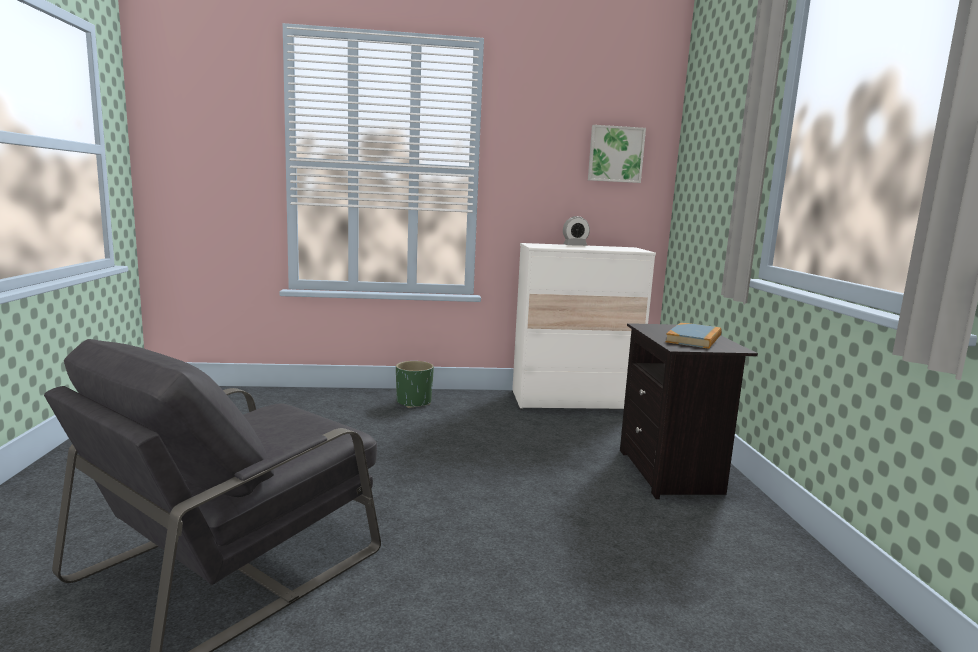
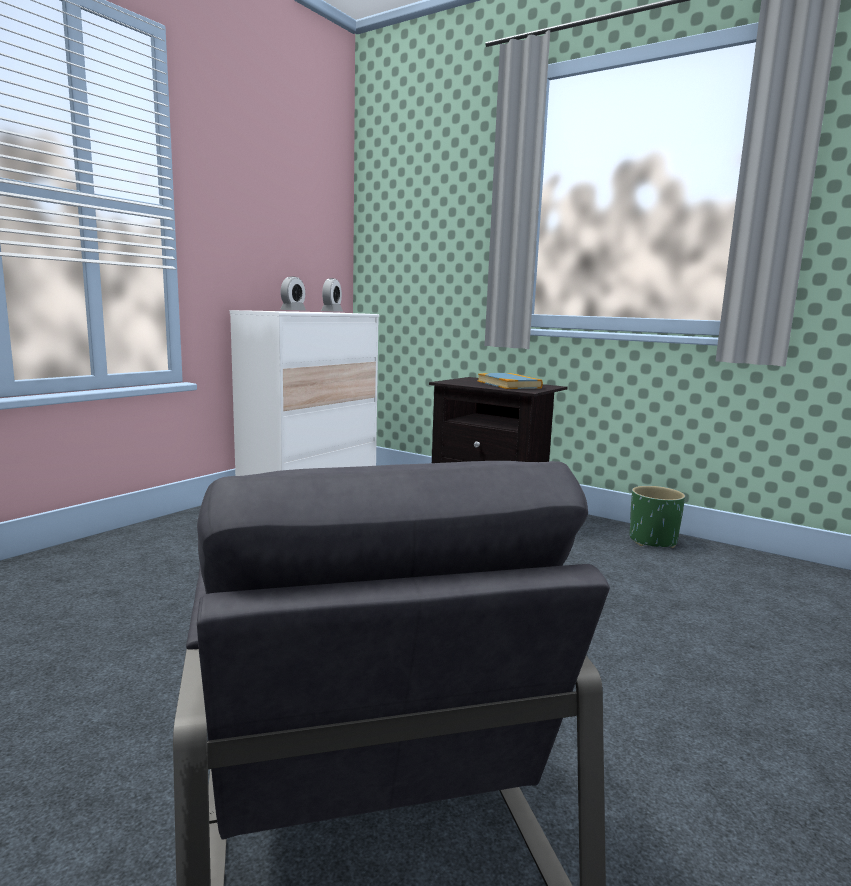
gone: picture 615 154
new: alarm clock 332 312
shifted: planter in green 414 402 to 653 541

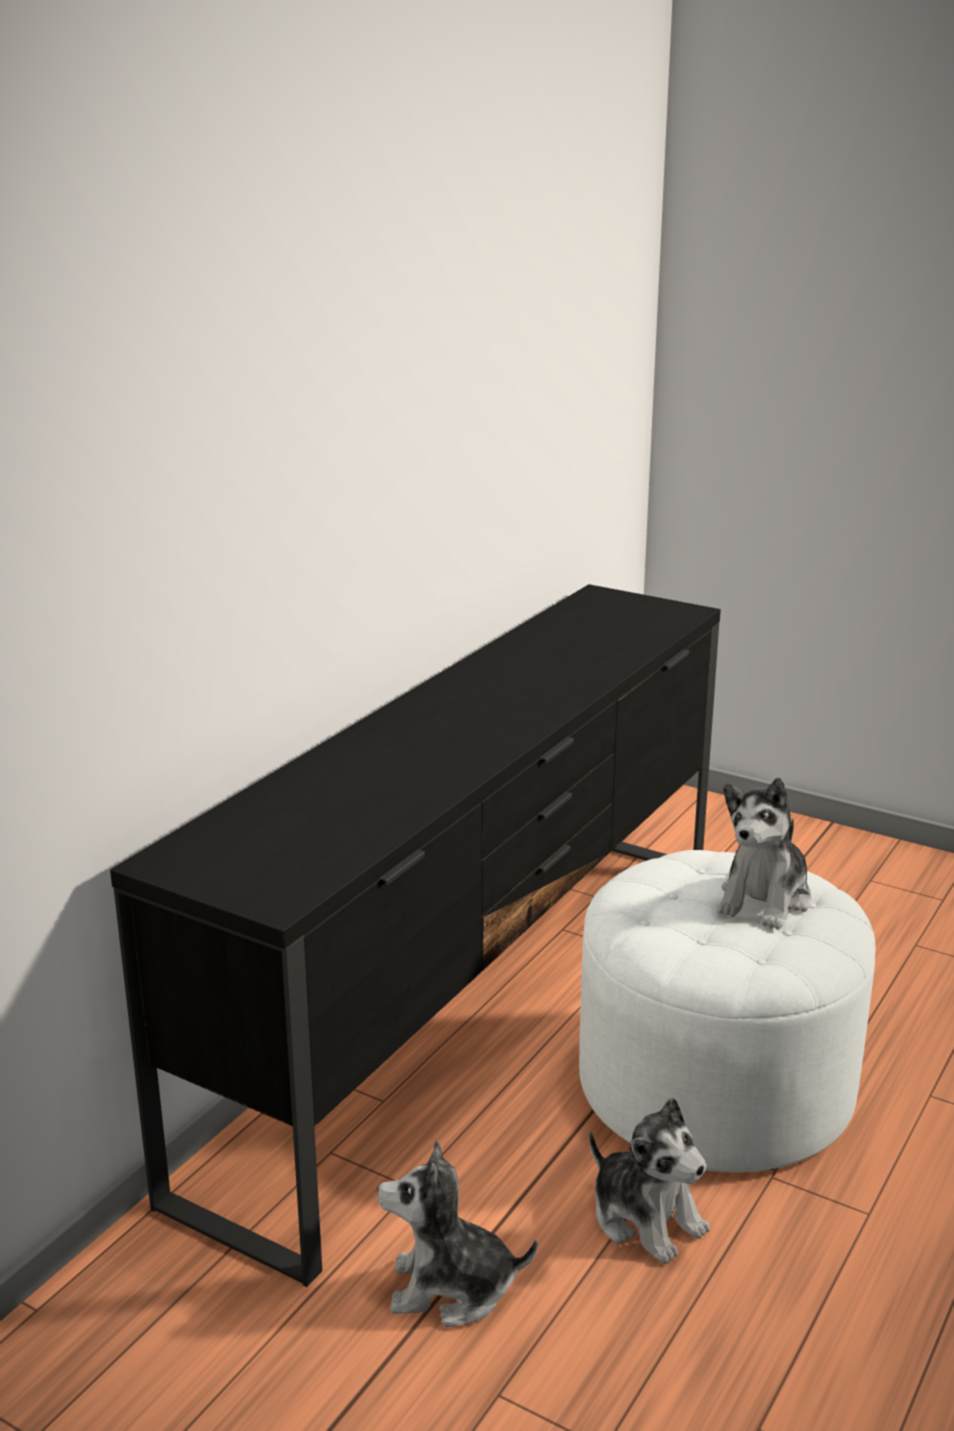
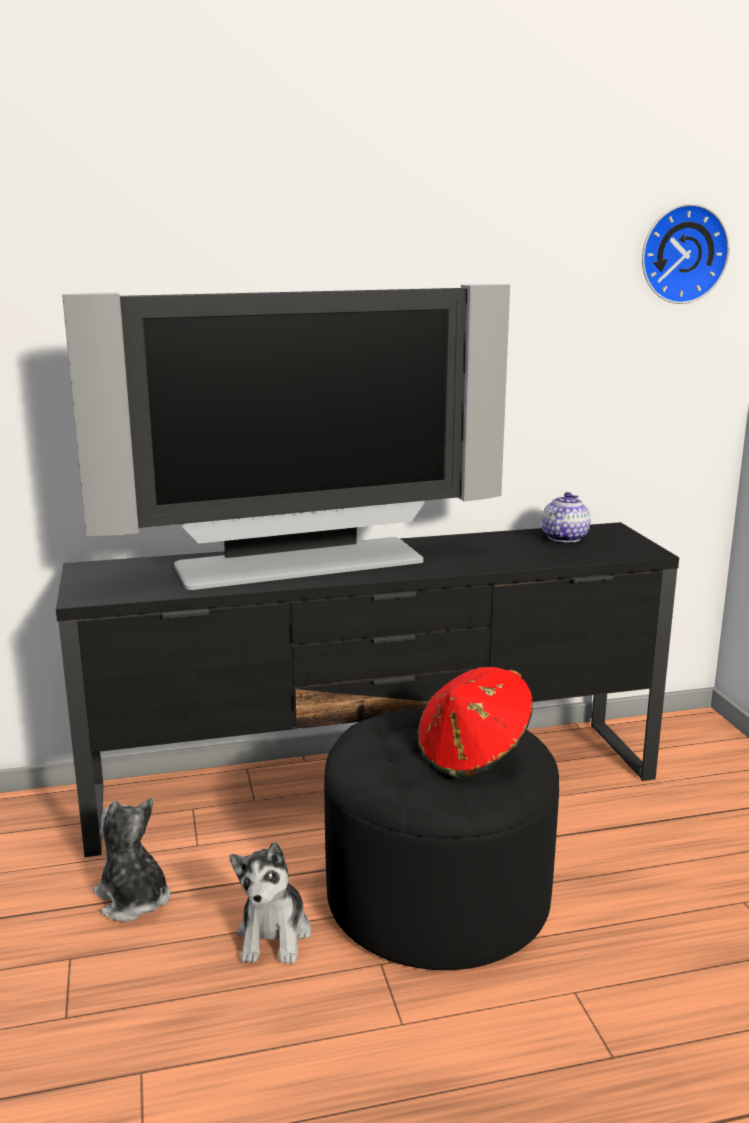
new: television 302 565; teapot 564 537; wall clock 681 254
swapped: plush toy 765 899 to hat in red 473 755
repainted: ottoman in white 715 1085 to ottoman in black 438 897

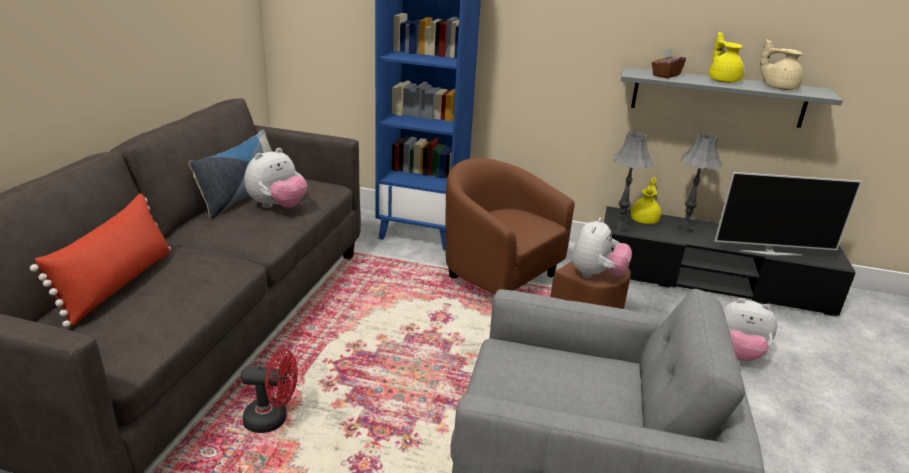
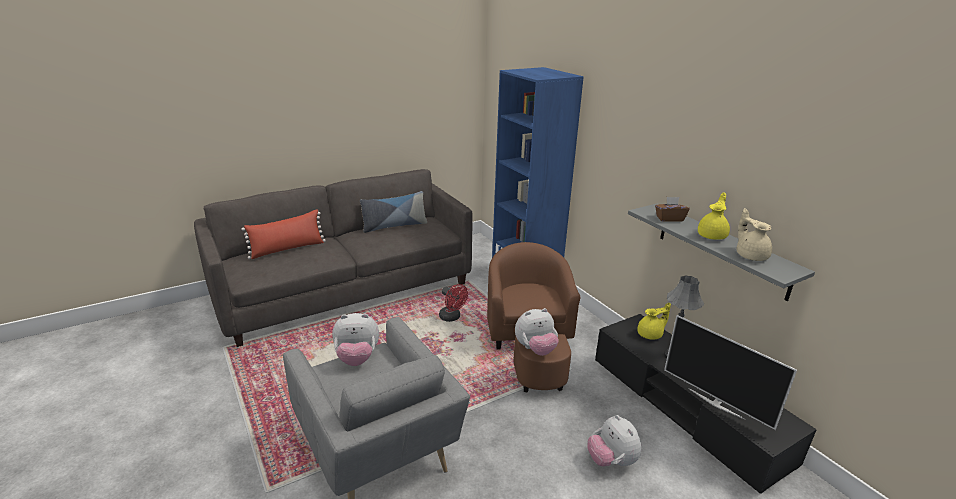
gone: table lamp in grey 619 229
shifted: fan in red 273 419 to 452 317; plush toy 277 207 to 357 358

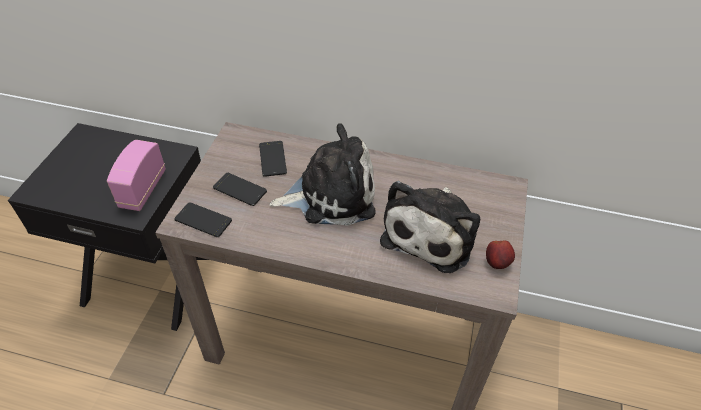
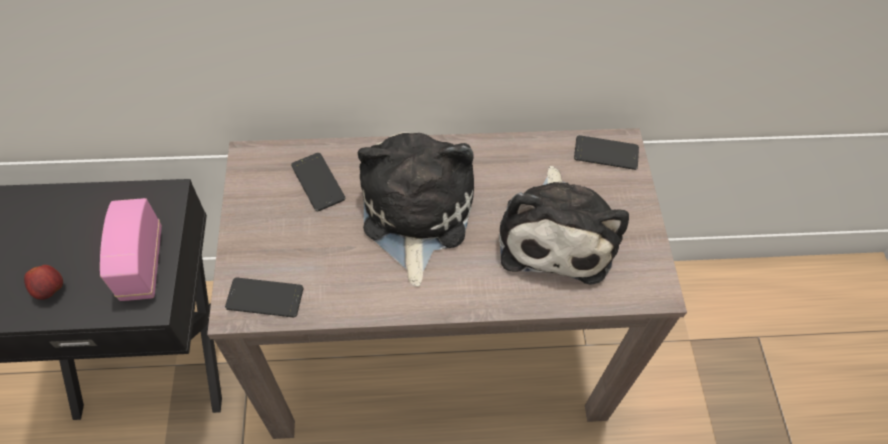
shifted: phone 240 189 to 606 153; apple 497 263 to 51 290
rotated: plush toy 331 194 = 414 214 60 degrees counterclockwise

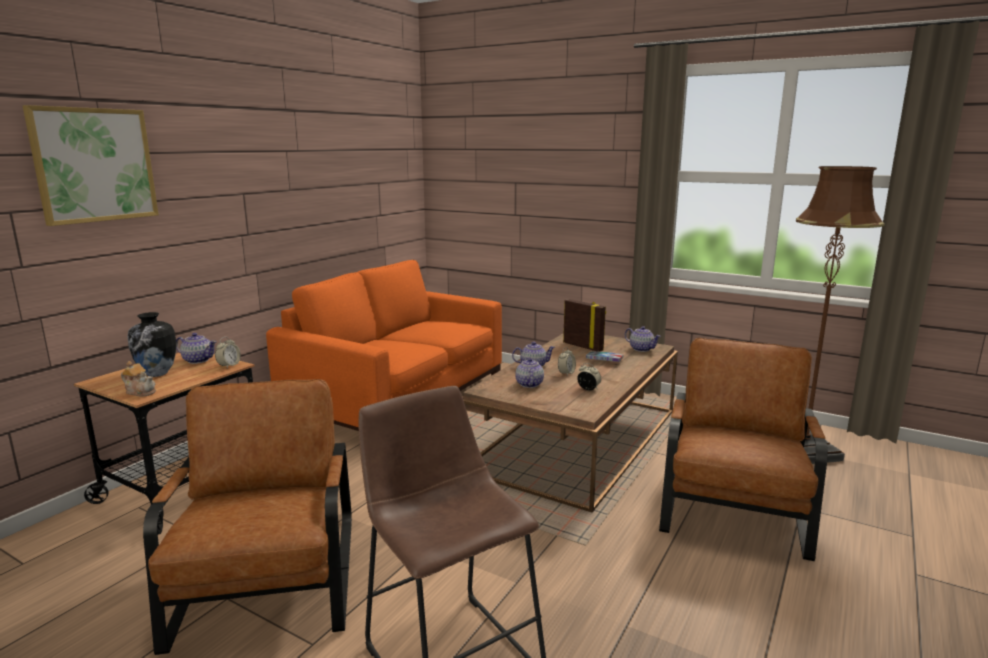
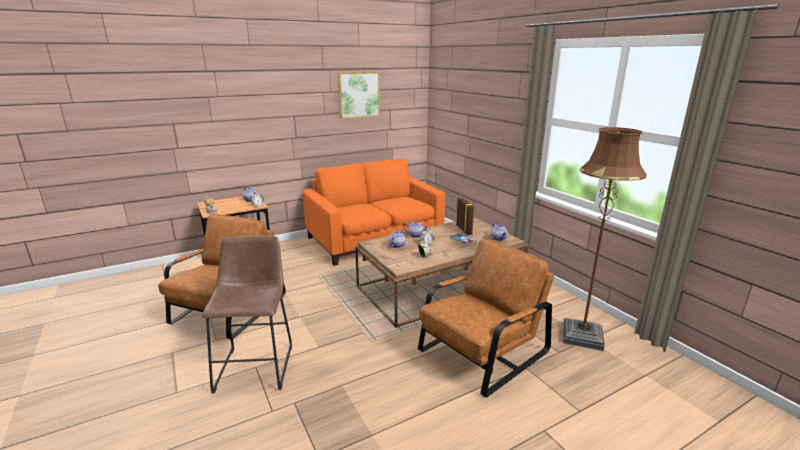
gone: vase 157 374
shifted: picture 94 165 to 359 94

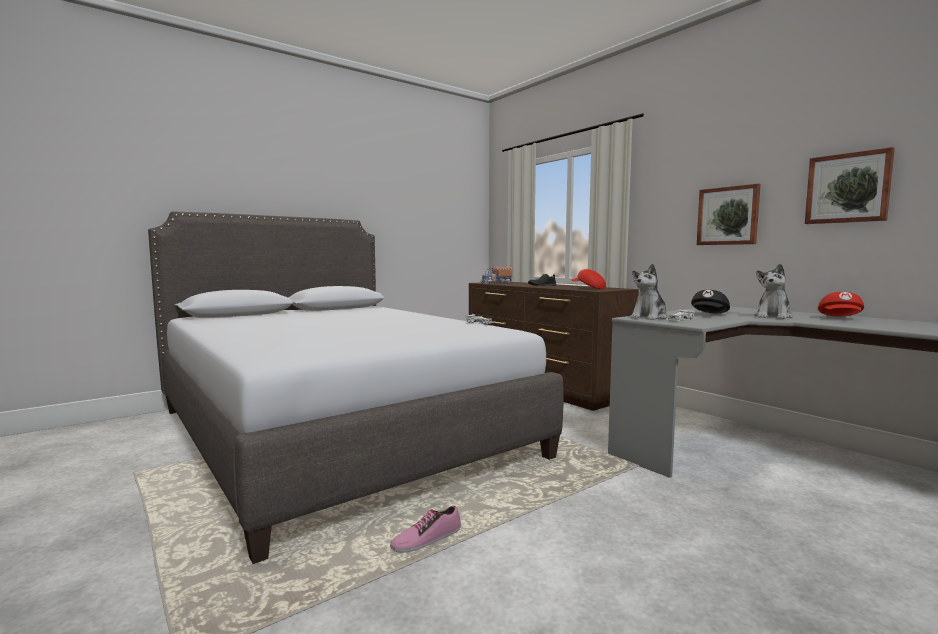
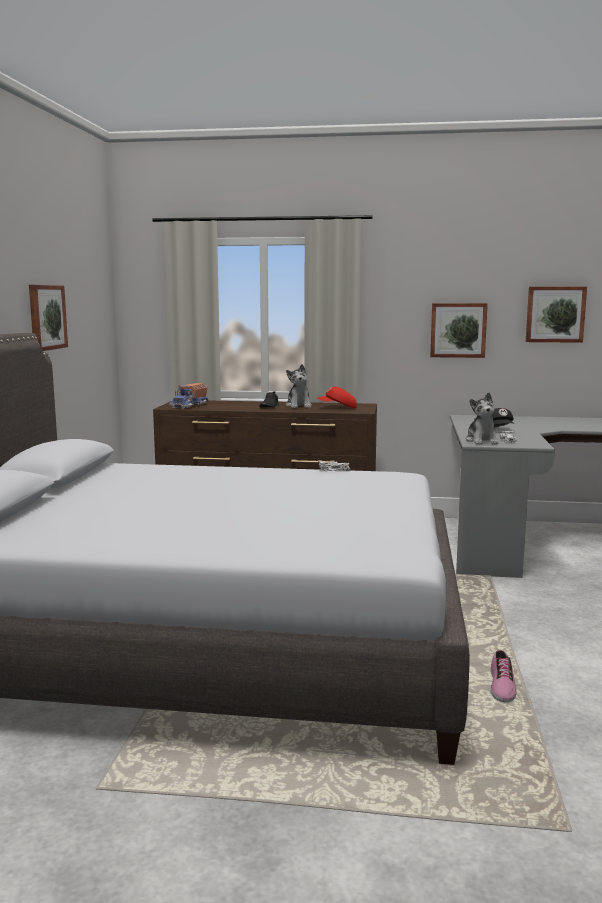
gone: cap in red 841 318
new: picture 46 317
shifted: plush toy 773 316 to 299 406

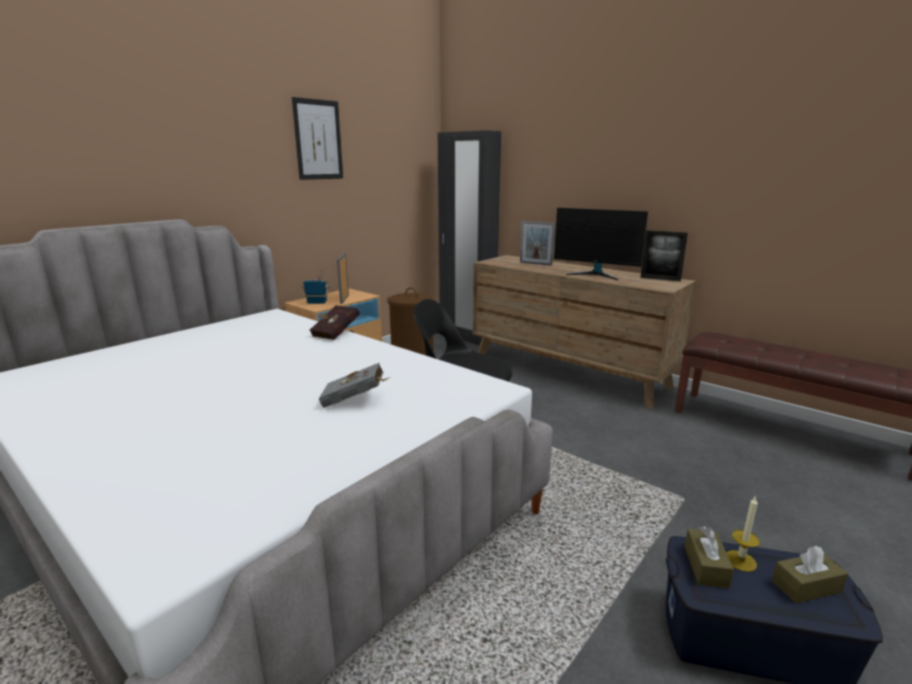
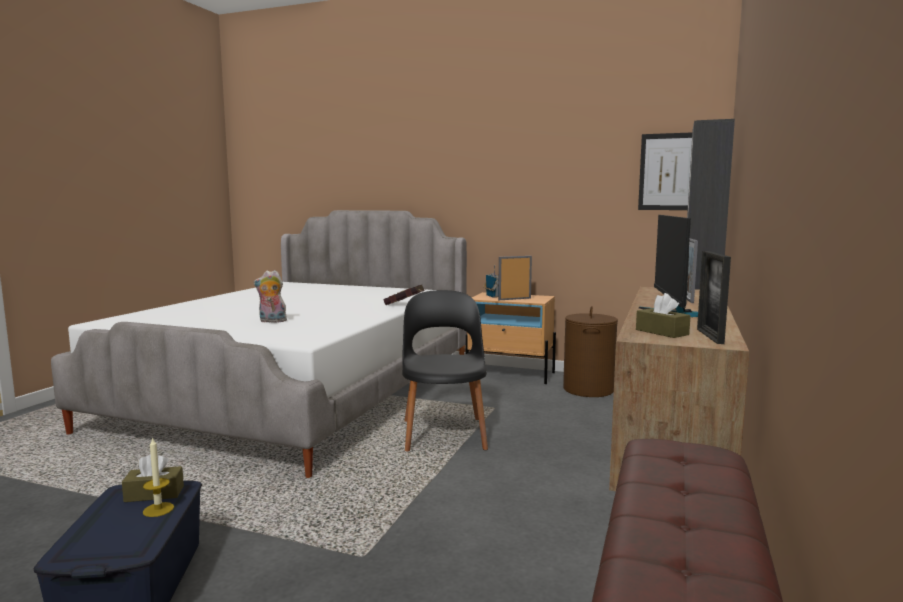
shifted: picture 318 140 to 667 172; tissue box in brown 806 586 to 661 332
swapped: book in grey 356 401 to plush toy 271 321

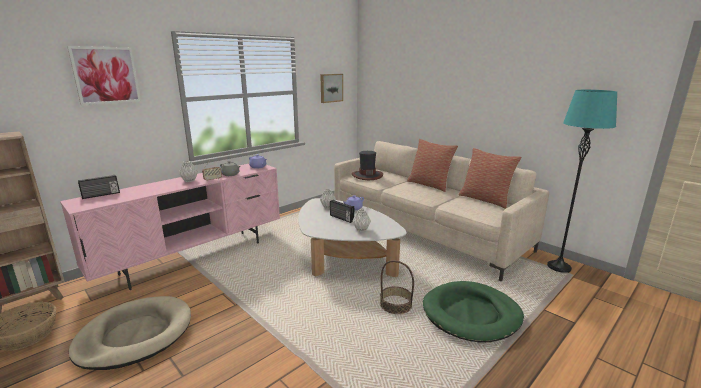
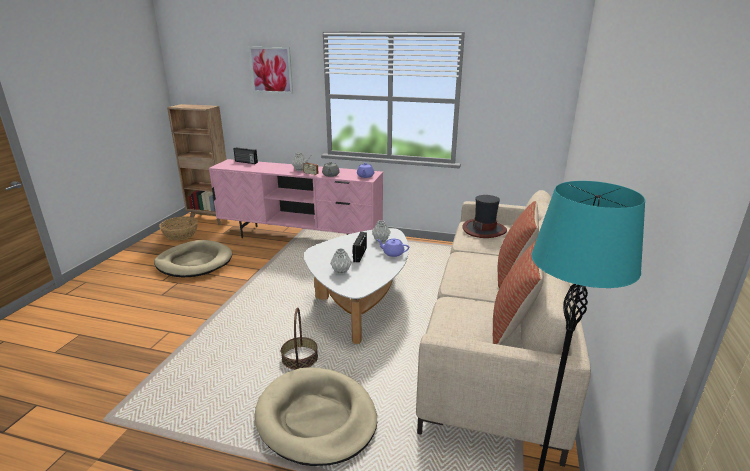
gone: picture 331 88
repainted: dog bed in green 471 314 to dog bed in beige 316 418

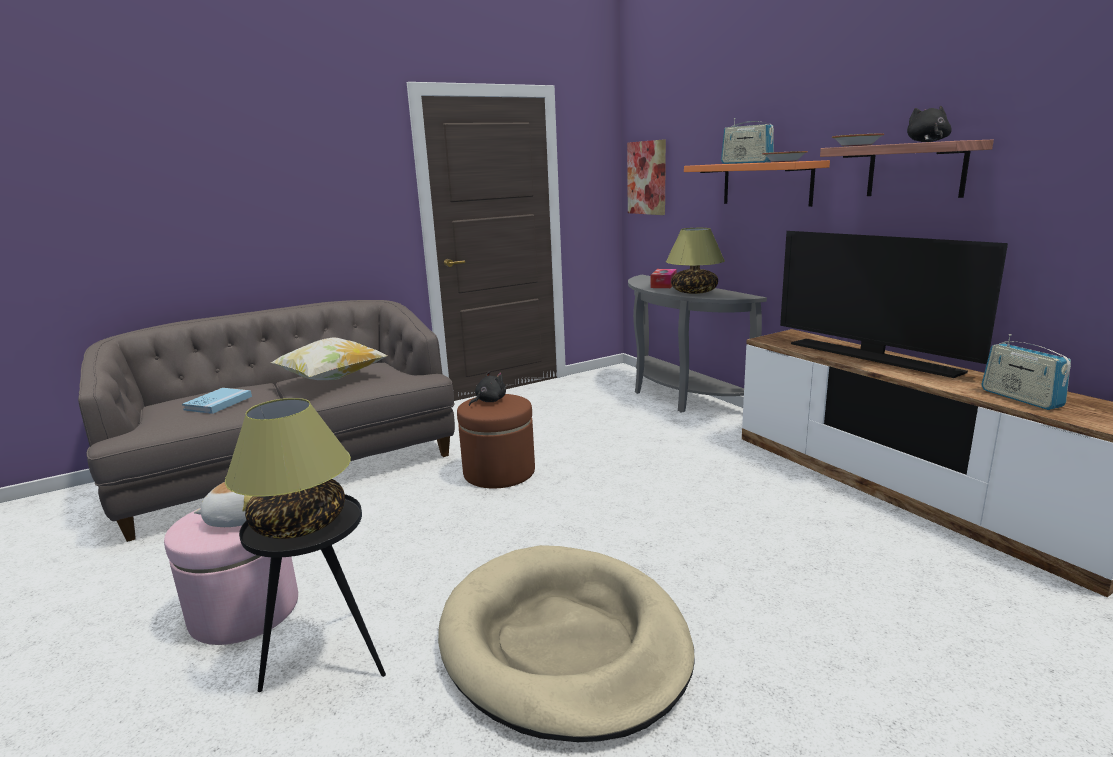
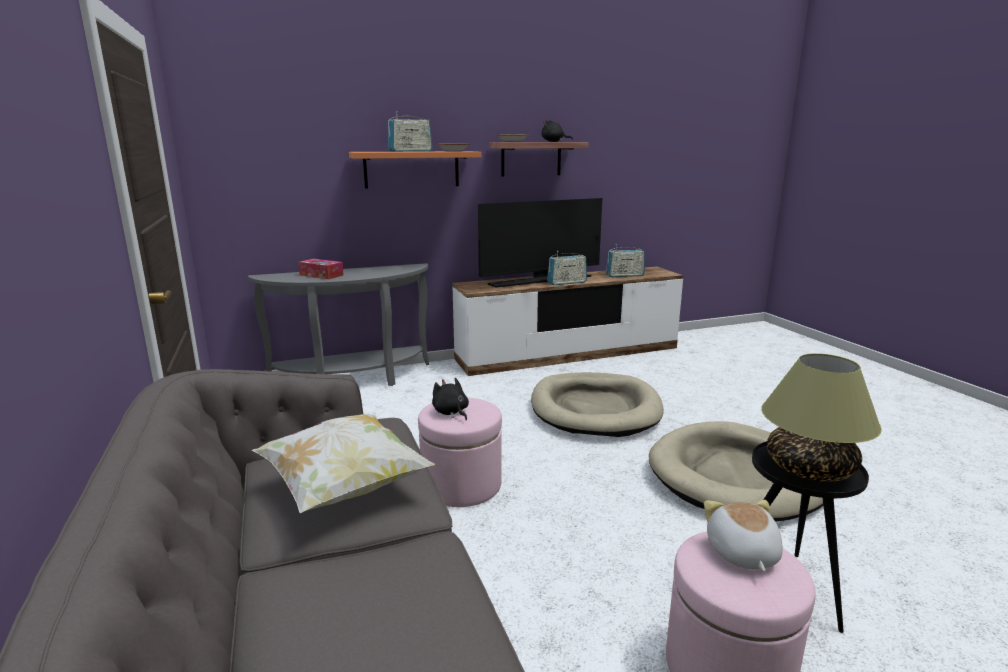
gone: book in blue 218 403; picture 647 178; table lamp 693 292
new: dog bed in beige 595 409; radio 567 283
repainted: ottoman in brown 499 472 to ottoman in pink 461 485

